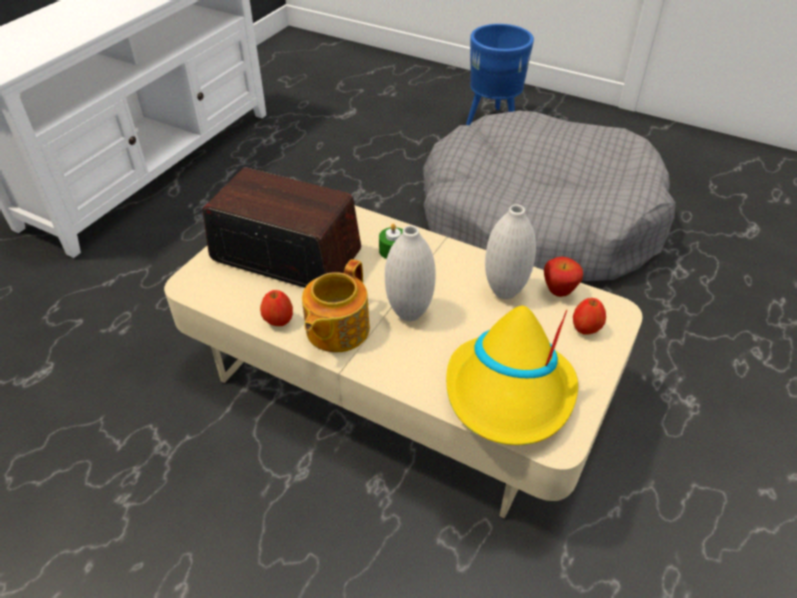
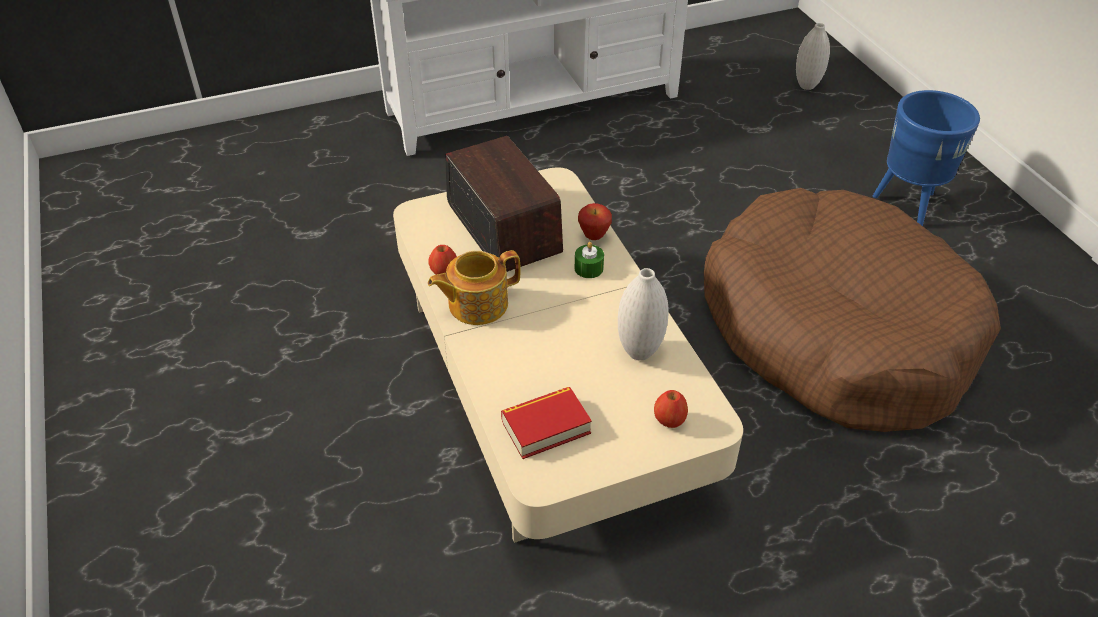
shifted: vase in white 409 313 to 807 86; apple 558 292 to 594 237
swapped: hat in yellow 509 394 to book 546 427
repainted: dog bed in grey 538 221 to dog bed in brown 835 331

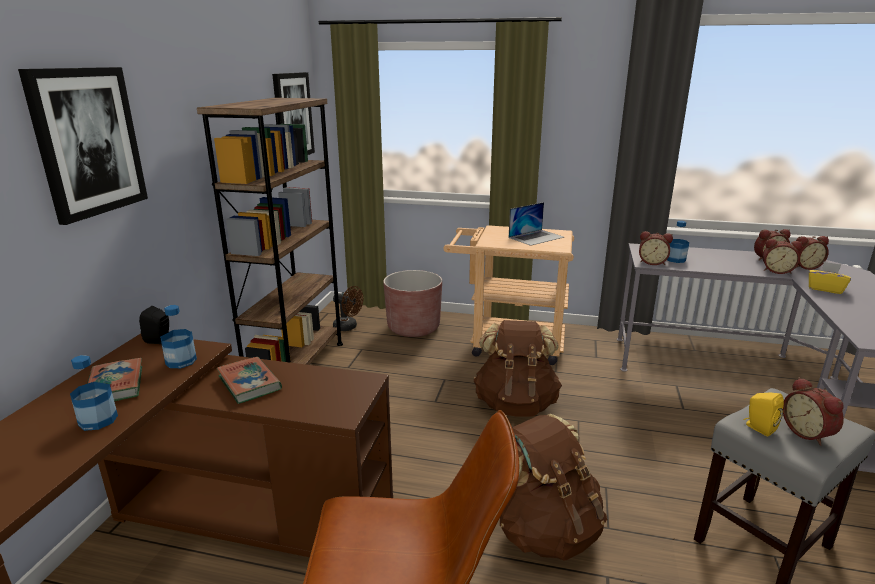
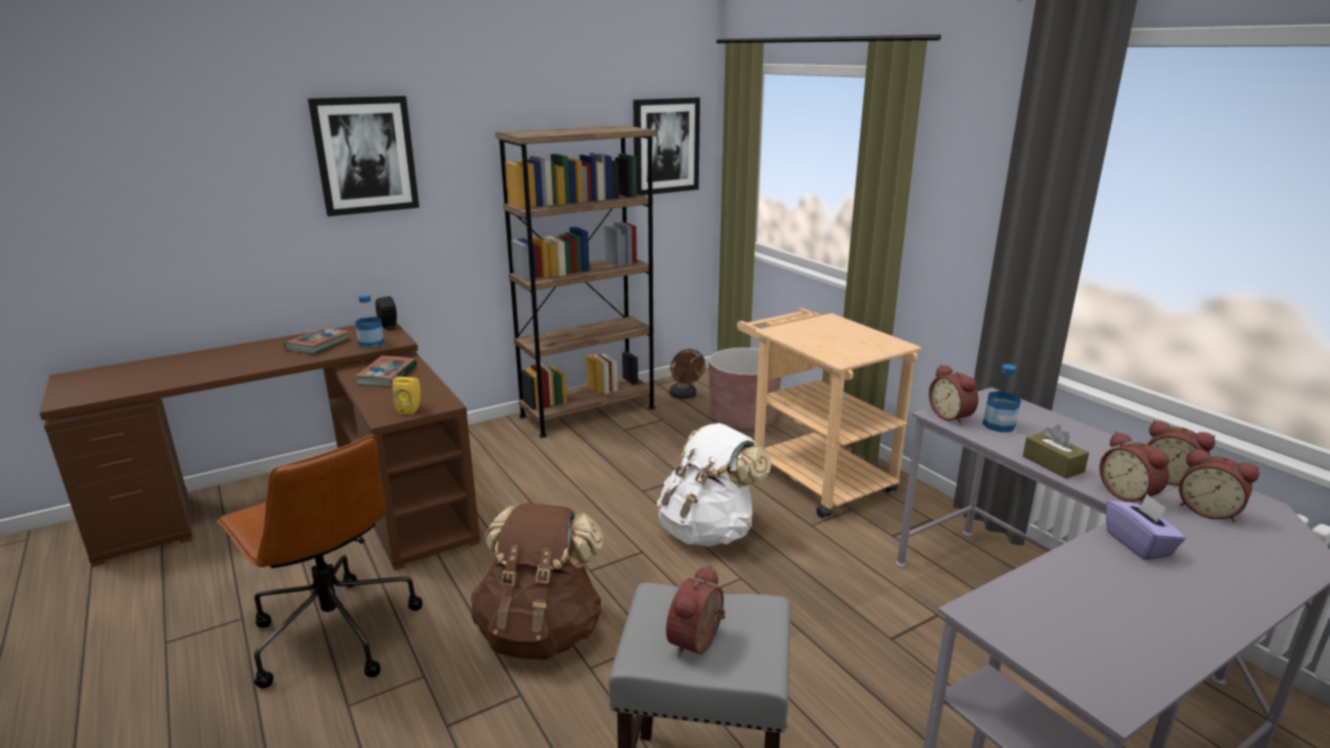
gone: bottle 98 420; laptop 536 237
new: tissue box in brown 1052 464
shifted: speaker in yellow 758 427 to 411 409
repainted: backpack in brown 515 404 to backpack in white 708 531; tissue box in yellow 825 289 to tissue box in purple 1138 544

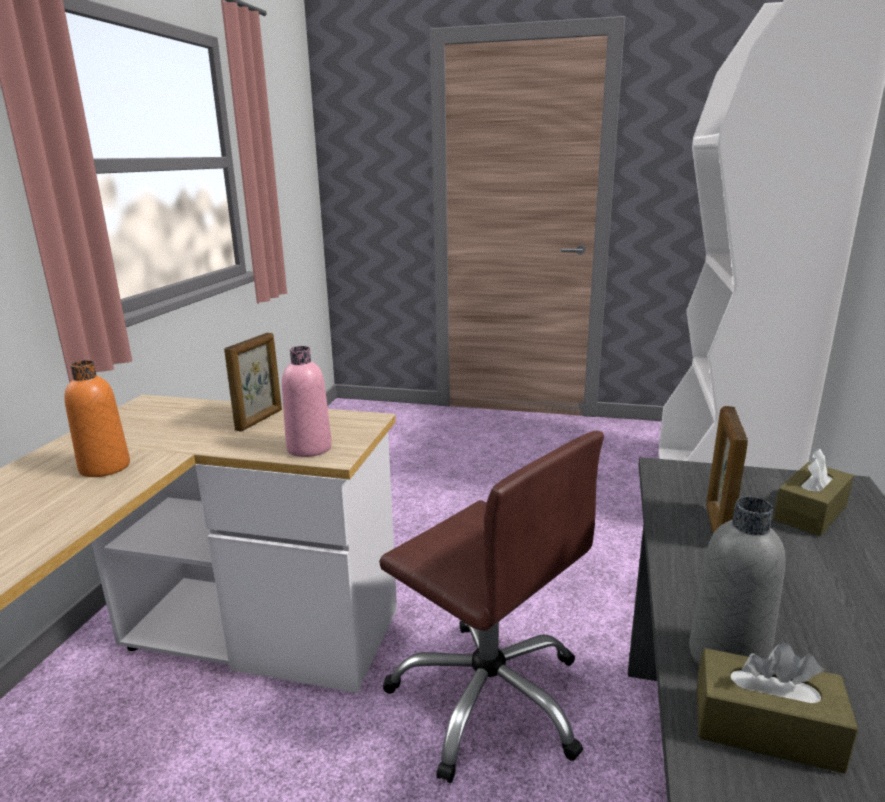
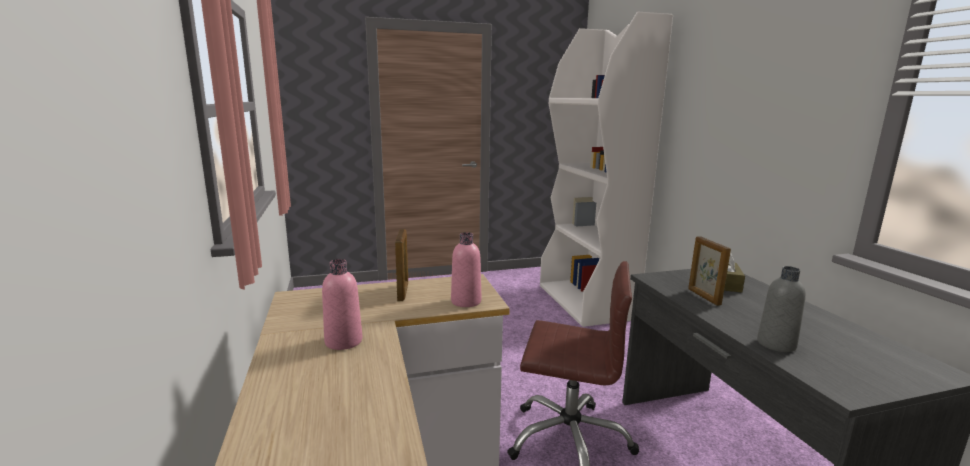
gone: tissue box in brown 765 728
repainted: bottle in orange 105 467 to bottle in pink 343 341

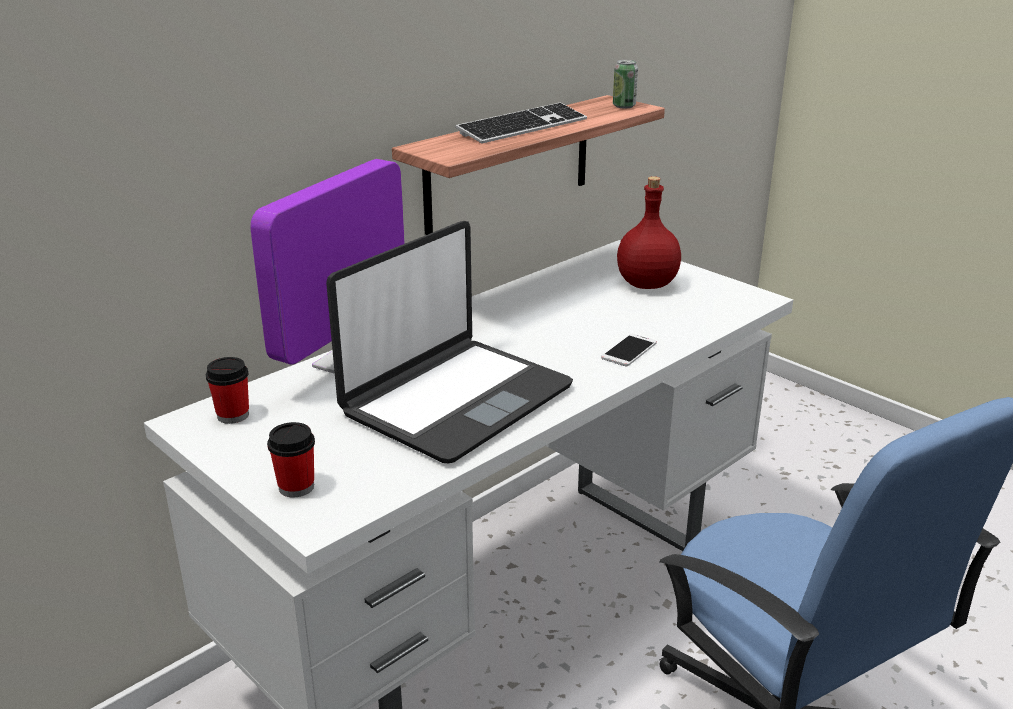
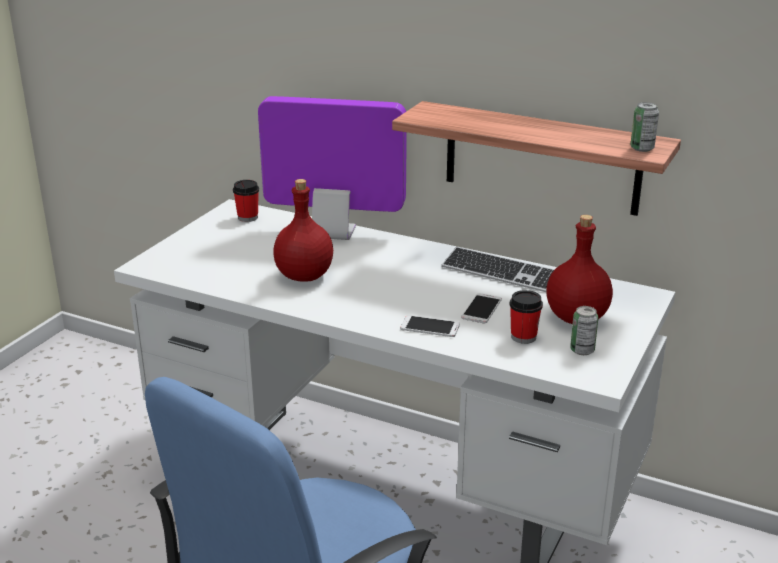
new: phone 481 309; can 582 350
shifted: cup 296 487 to 523 337; keyboard 523 127 to 502 273
swapped: laptop 455 400 to bottle in red 305 275

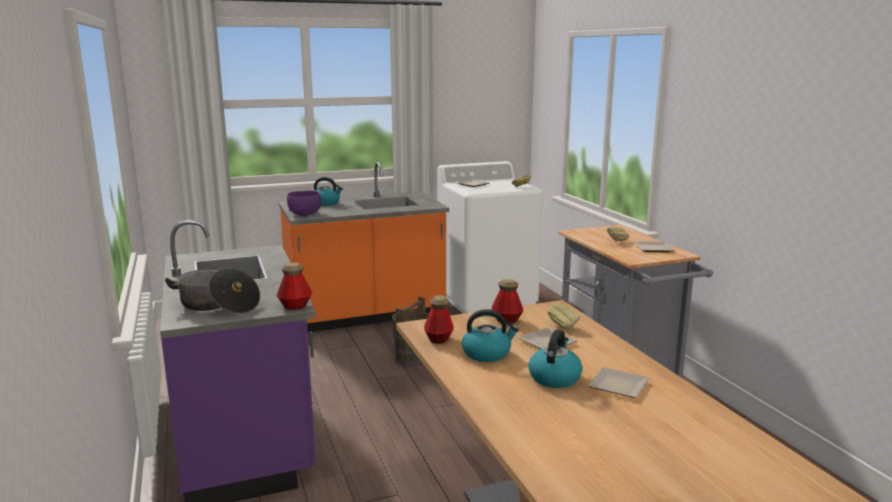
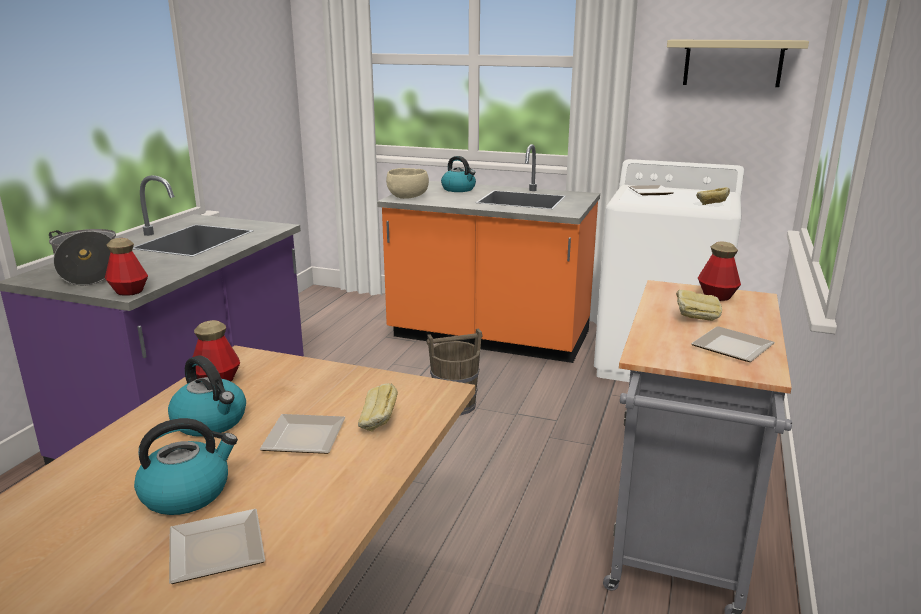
new: shelf in beige 733 63
shifted: bottle 507 320 to 716 296
repainted: bowl in purple 305 214 to bowl in beige 408 197

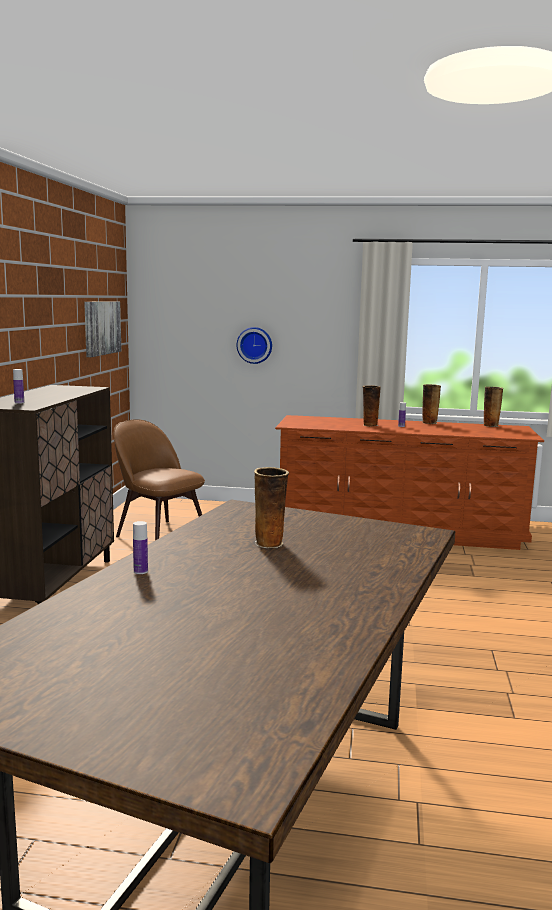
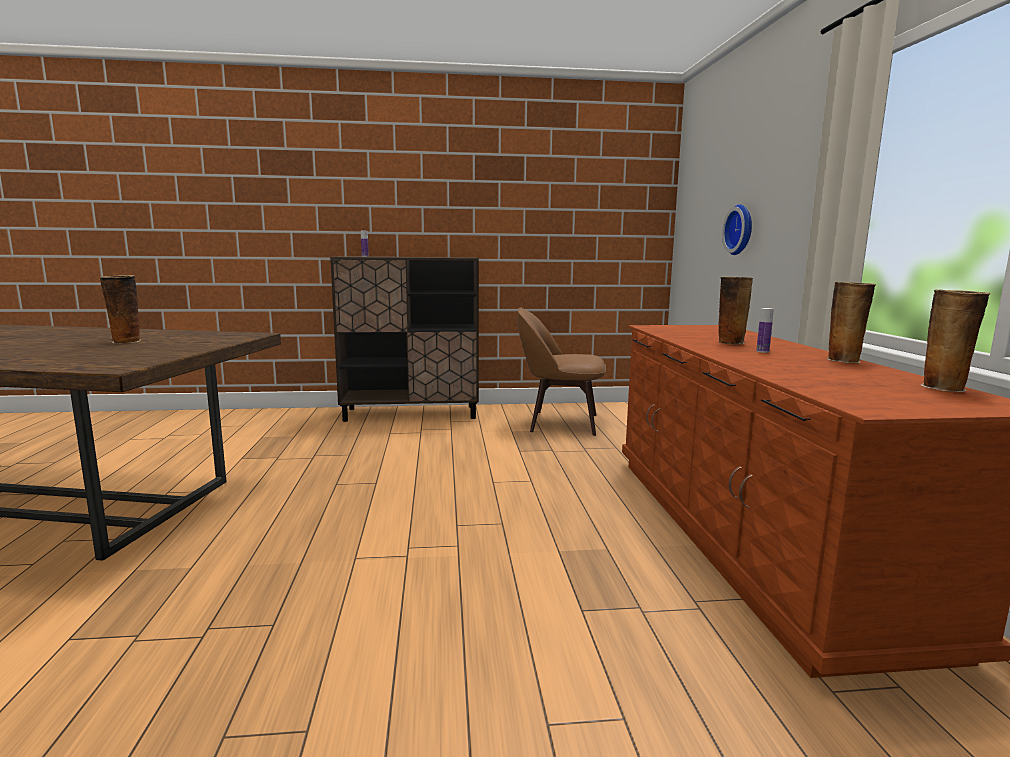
gone: picture 101 328; bottle 140 571
rotated: chair in brown 159 534 = 560 422 105 degrees counterclockwise

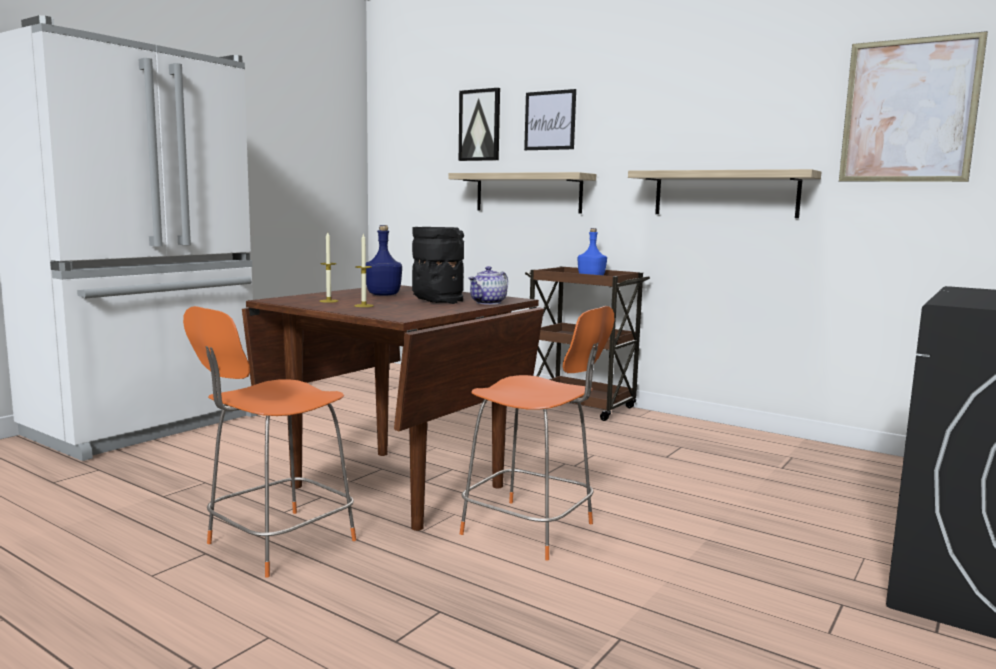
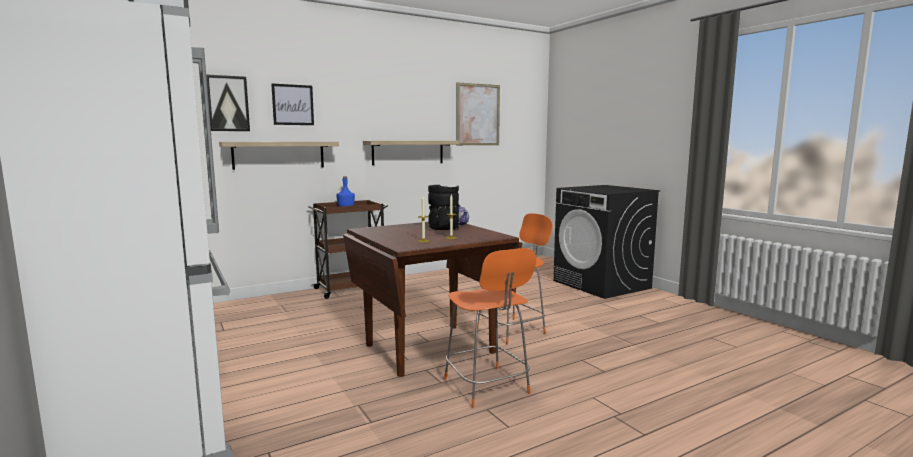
gone: bottle in blue 383 295

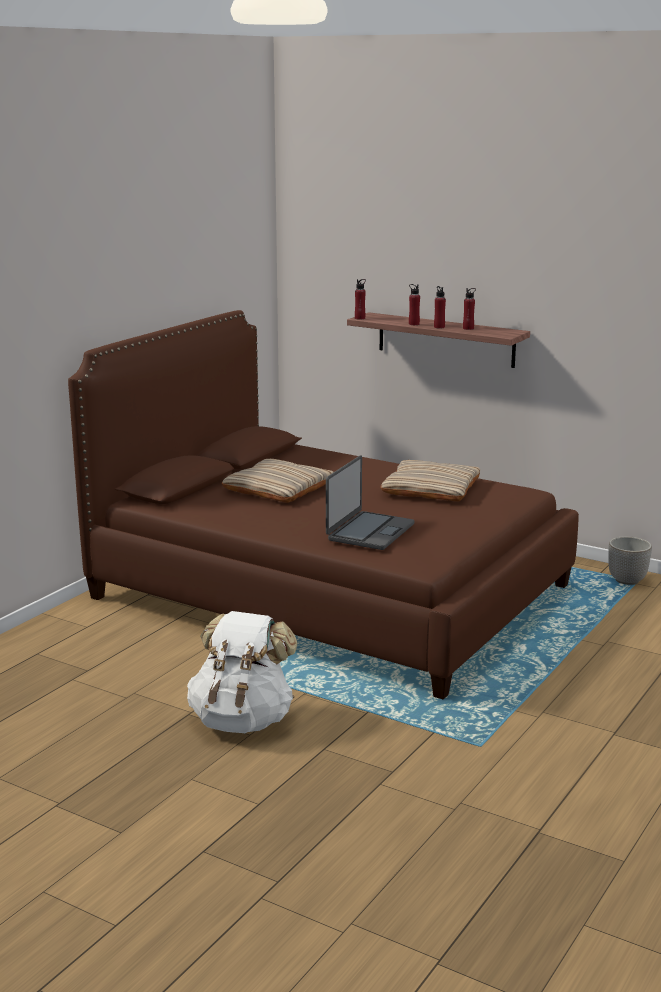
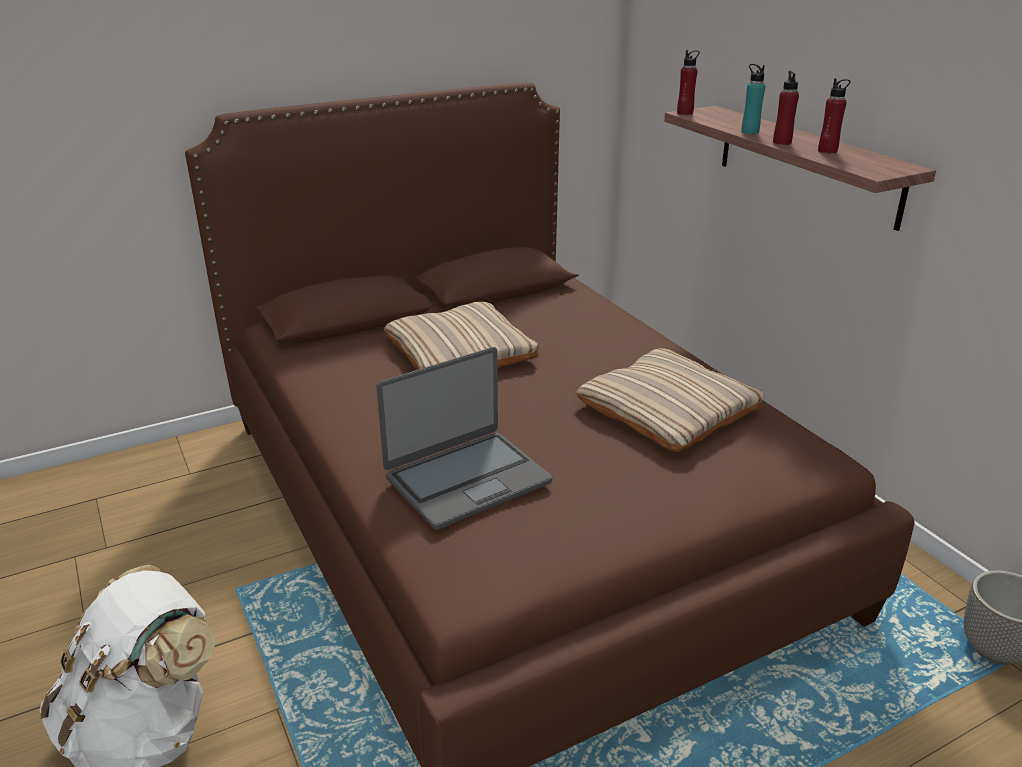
repainted: bottle in red 414 324 to bottle in turquoise 750 132

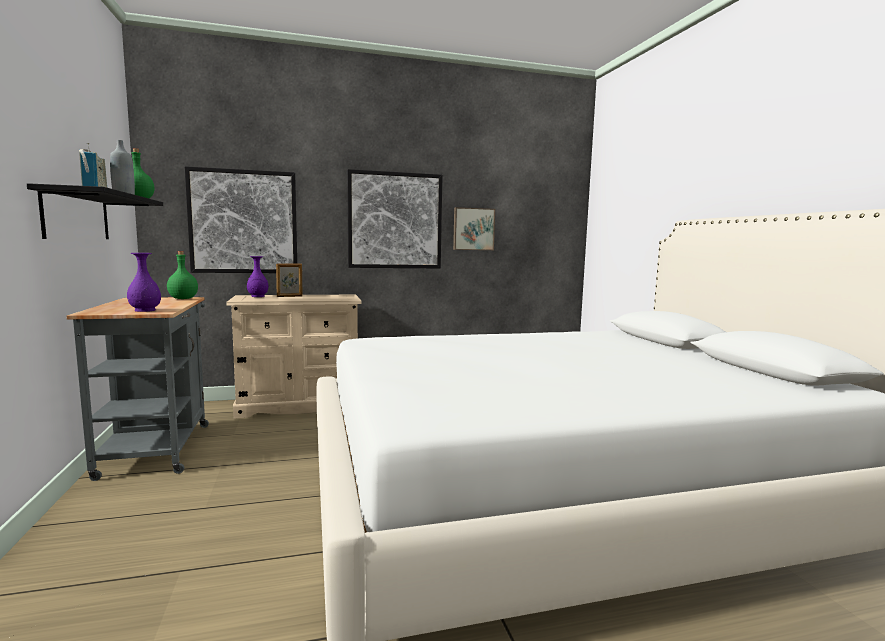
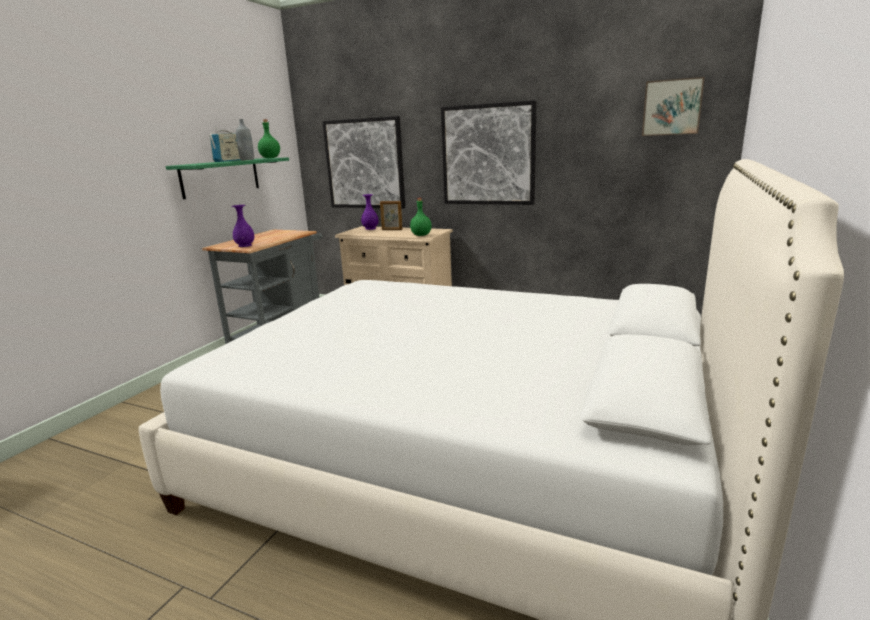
shifted: bottle in green 184 298 to 421 235; picture 473 229 to 672 107
repainted: shelf in black 77 216 to shelf in green 220 177

